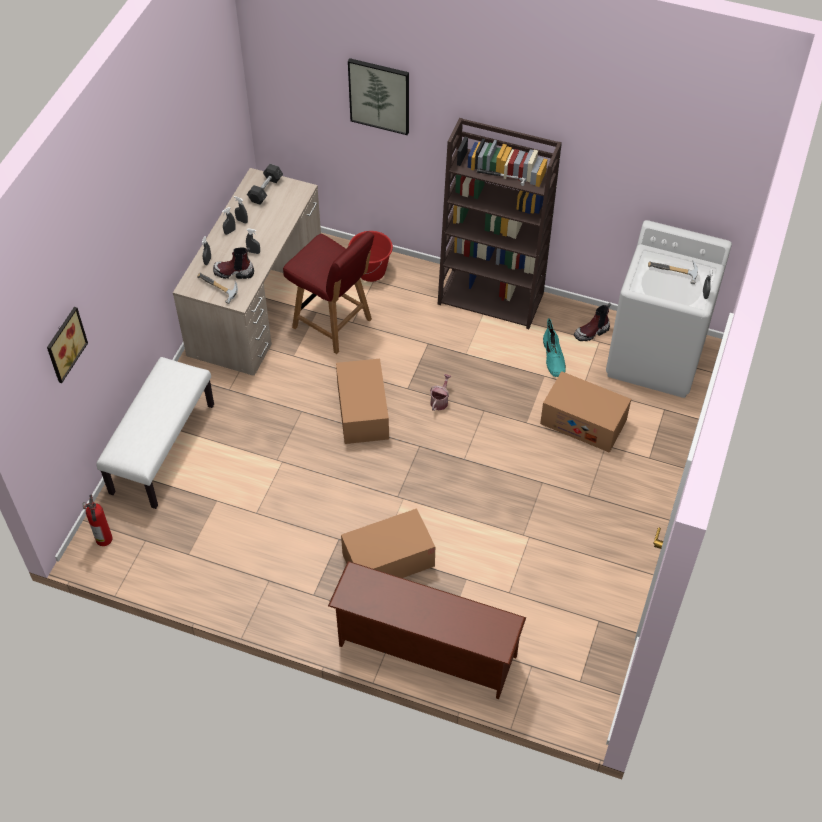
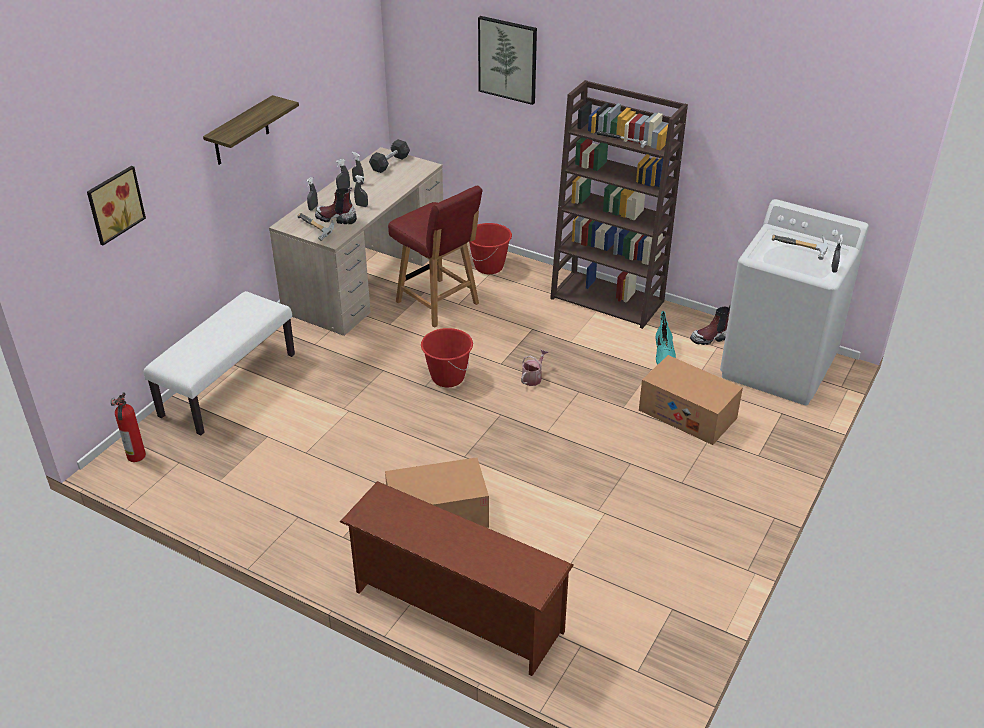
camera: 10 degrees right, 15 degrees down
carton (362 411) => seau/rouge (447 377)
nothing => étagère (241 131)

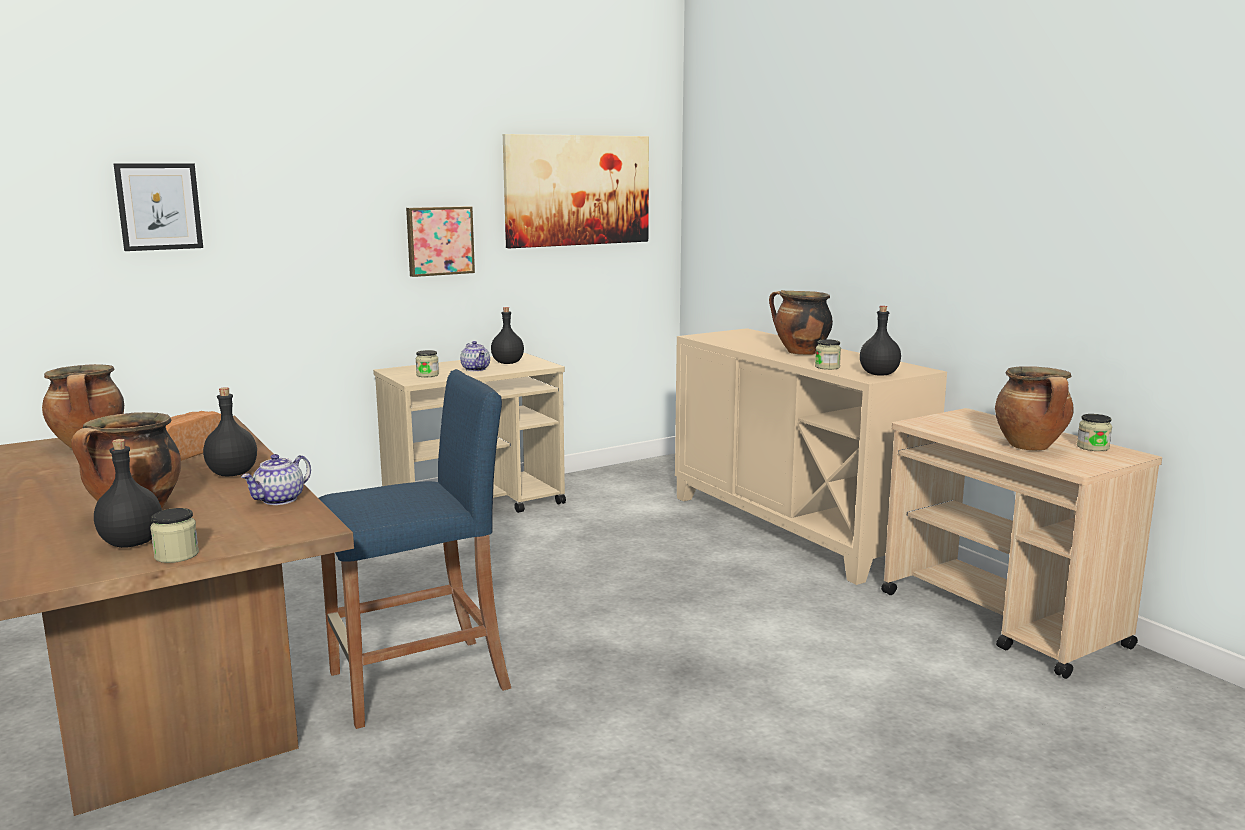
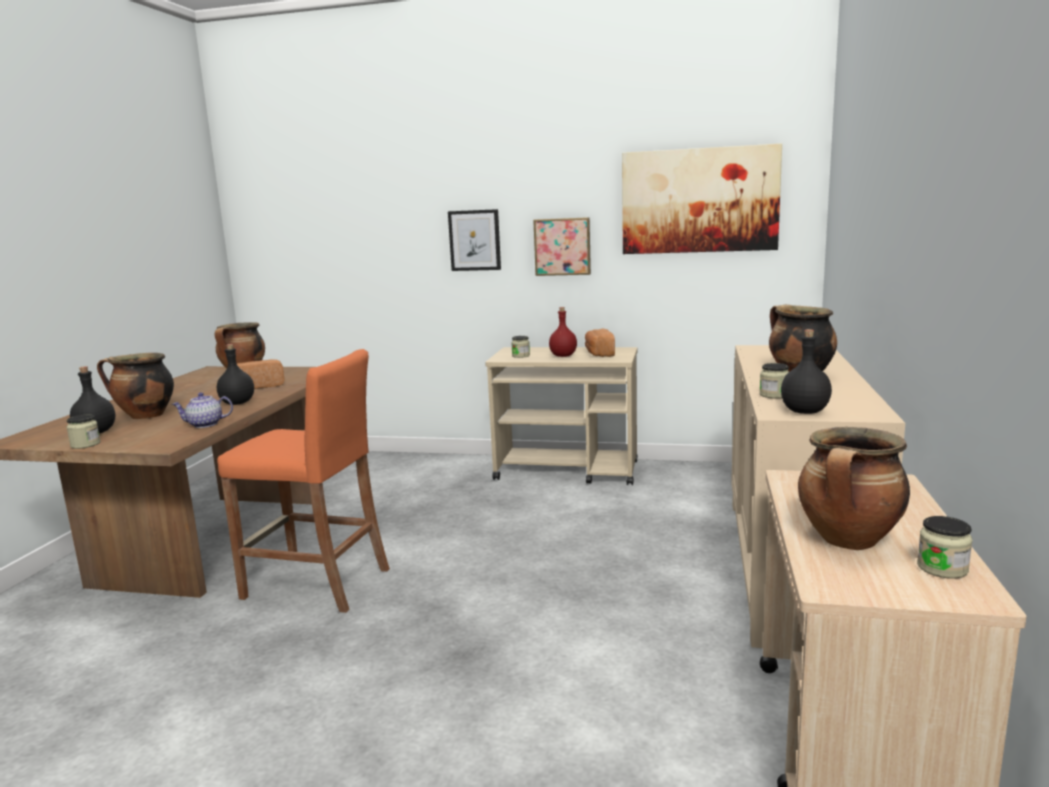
camera: 45 degrees right, 0 degrees up
tableau (159 206) => tableau (474 240), relocated
bouteille/noir (507 363) => pain (599 353)
théière (476 369) => bouteille/rouge (563 356)
tabouret/bleu (419 681) => tabouret/orange (316 583)

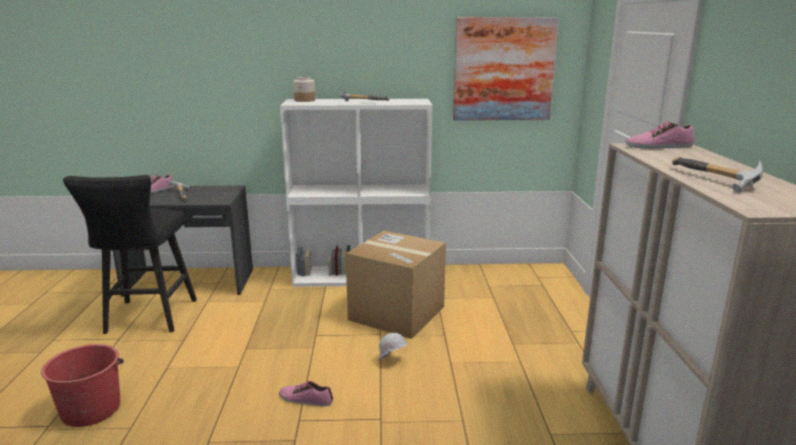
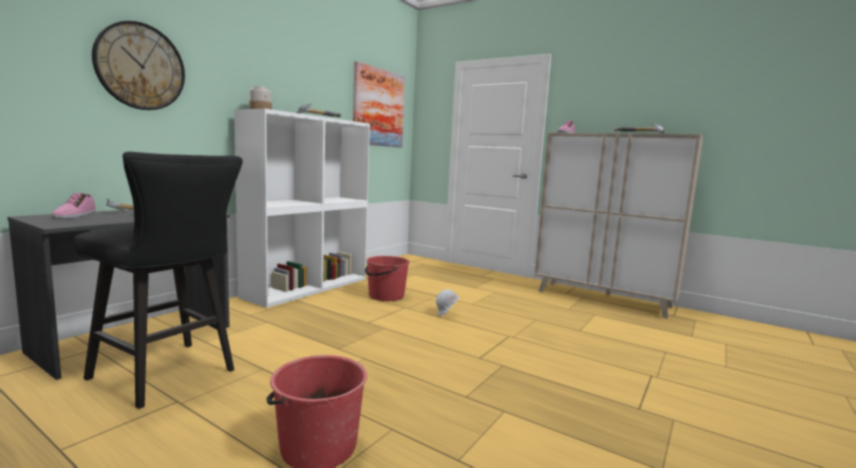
camera: 55 degrees left, 10 degrees down
carton (397 313) => seau/rouge (386 296)
chaussure (306 399) => nothing
nothing => horloge murale (140 66)

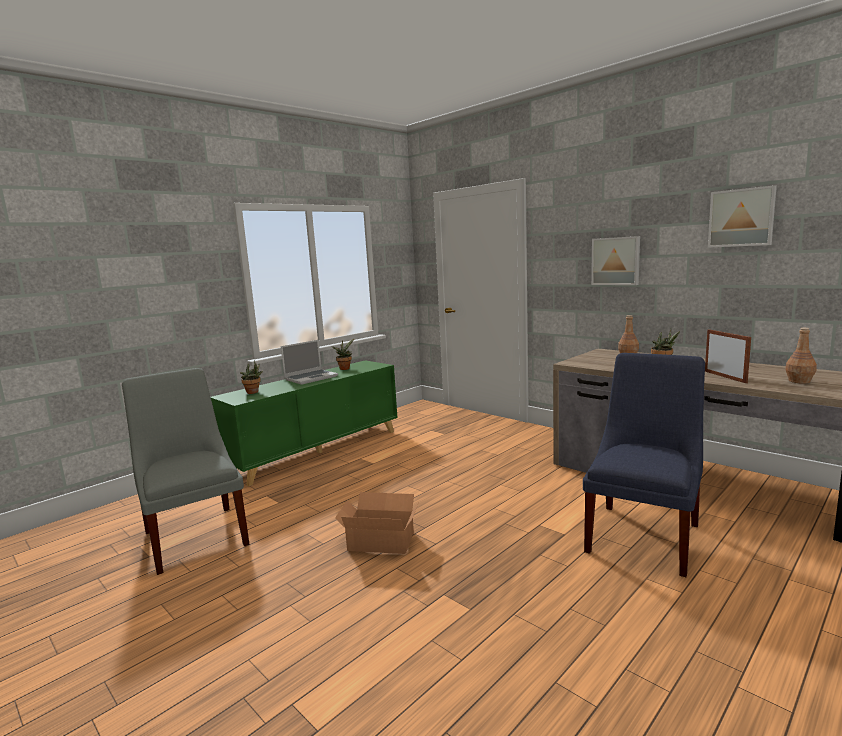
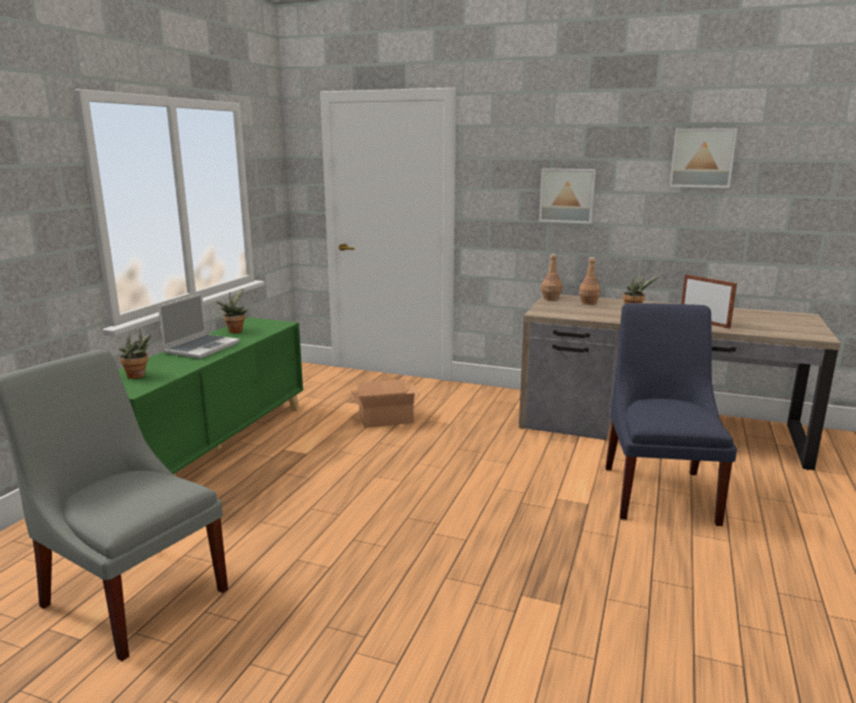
camera: 25 degrees left, 5 degrees up
bouteille/marron (799 381) => bouteille/marron (551 298), relocated
carton (380 540) => carton (384 418), relocated

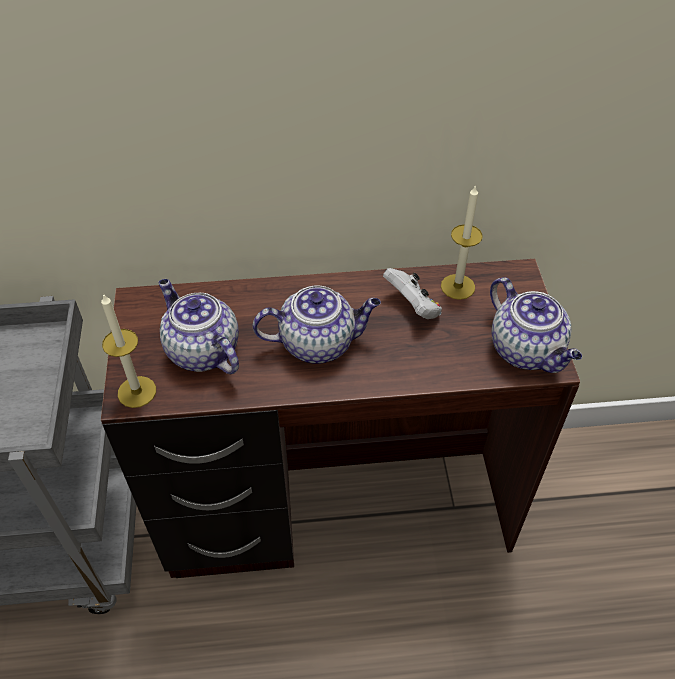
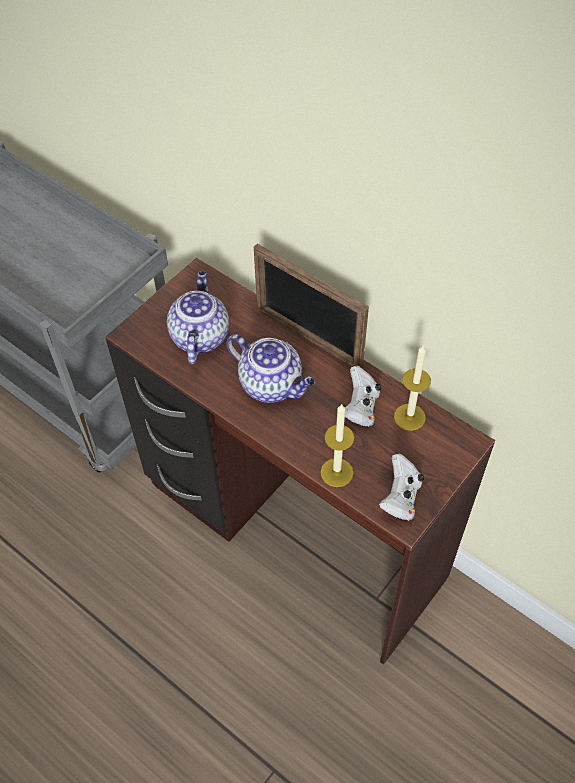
camera: 45 degrees right, 5 degrees up
théière (527 351) => manette/blanc (400 498)
bougie (137 392) => bougie (336 472), relocated
nothing => cadre photo (308 337)

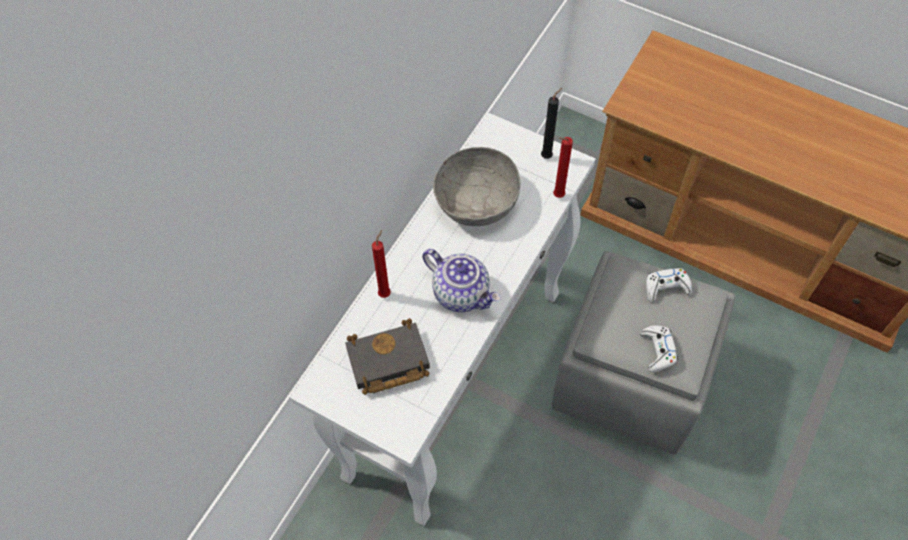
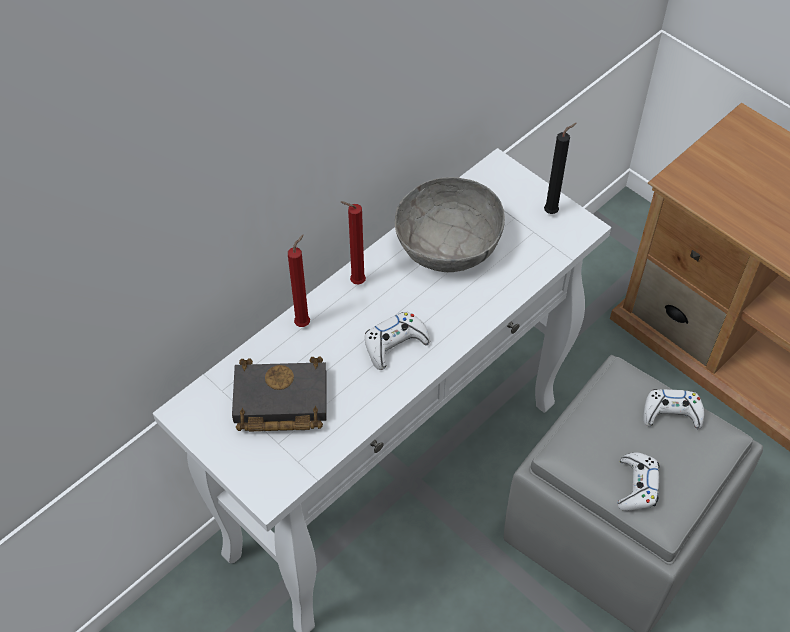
camera: 15 degrees right, 5 degrees down
bougie/rouge (556 196) => bougie/rouge (355 282), relocated
théière (462 293) => manette/blanc (395 344)

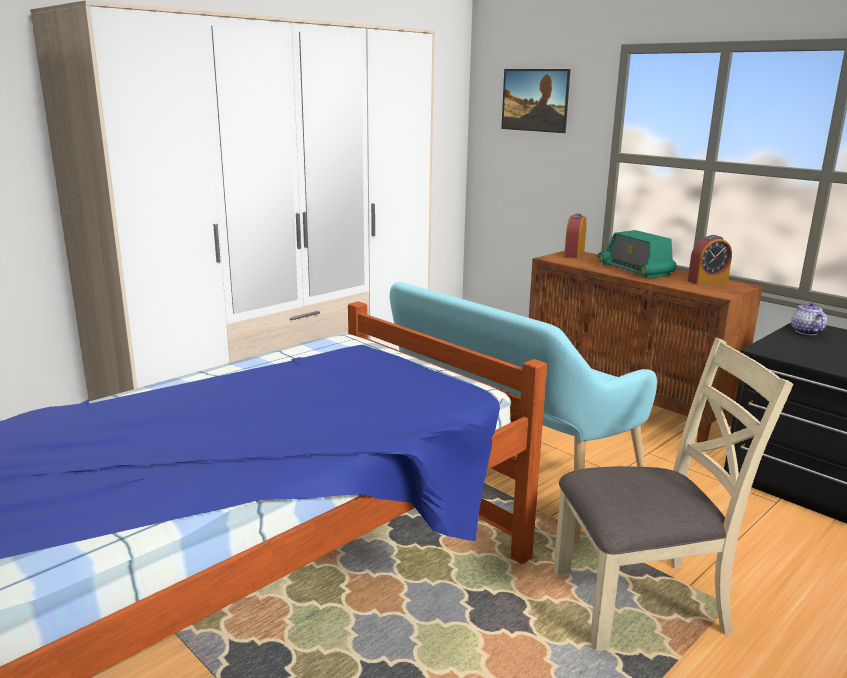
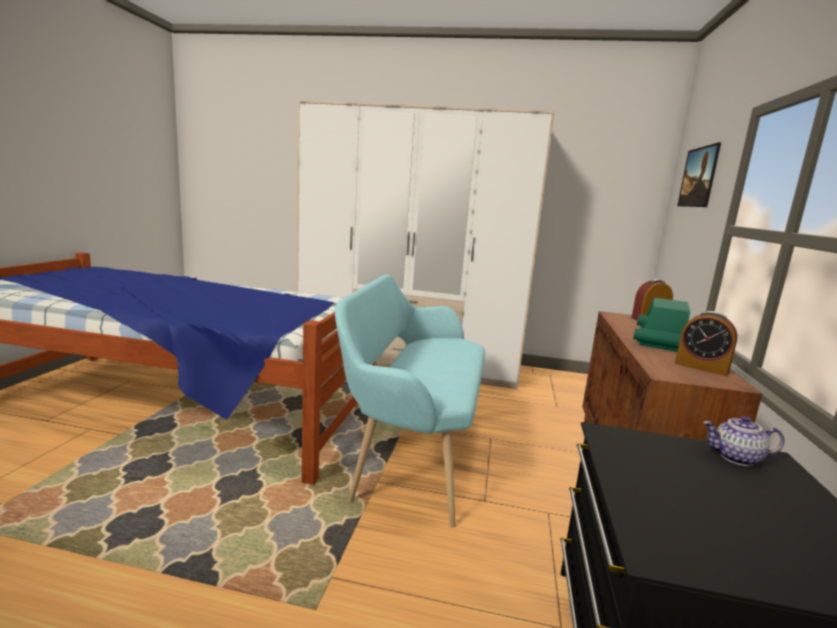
camera: 55 degrees right, 5 degrees down
théière (805 332) => théière (736 458), 135 degrees counterclockwise
chaise/beige (641 601) => nothing

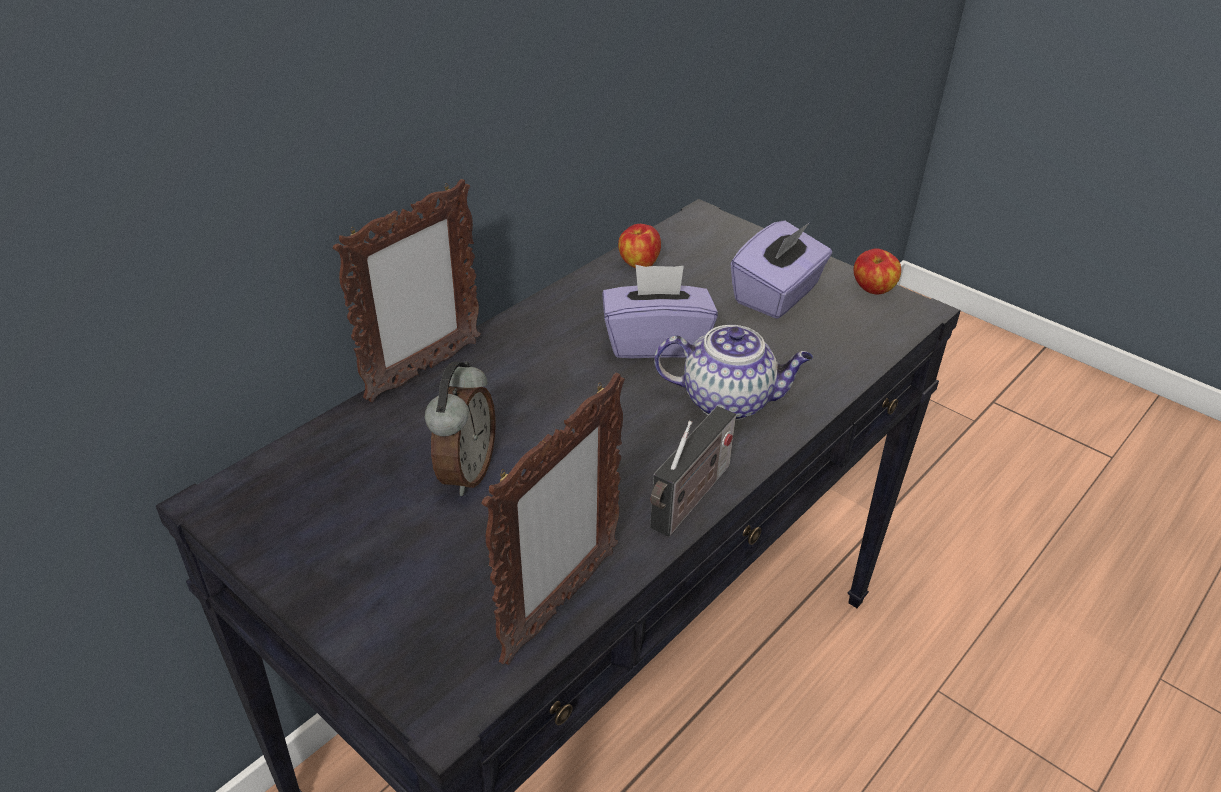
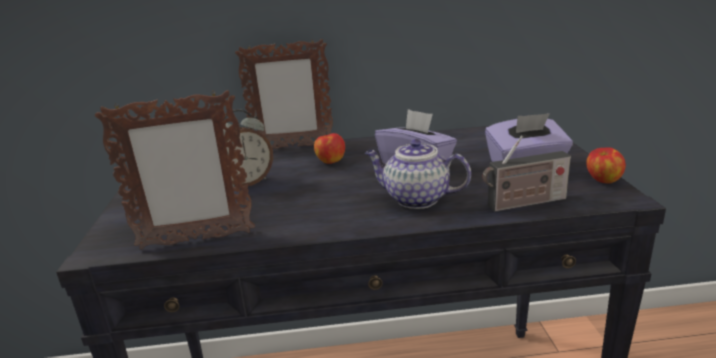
camera: 45 degrees right, 15 degrees down
pomme (638 264) => pomme (330 161), relocated
théière (729 401) => théière (415 199), 150 degrees clockwise
radio (689 501) => radio (523 203), relocated

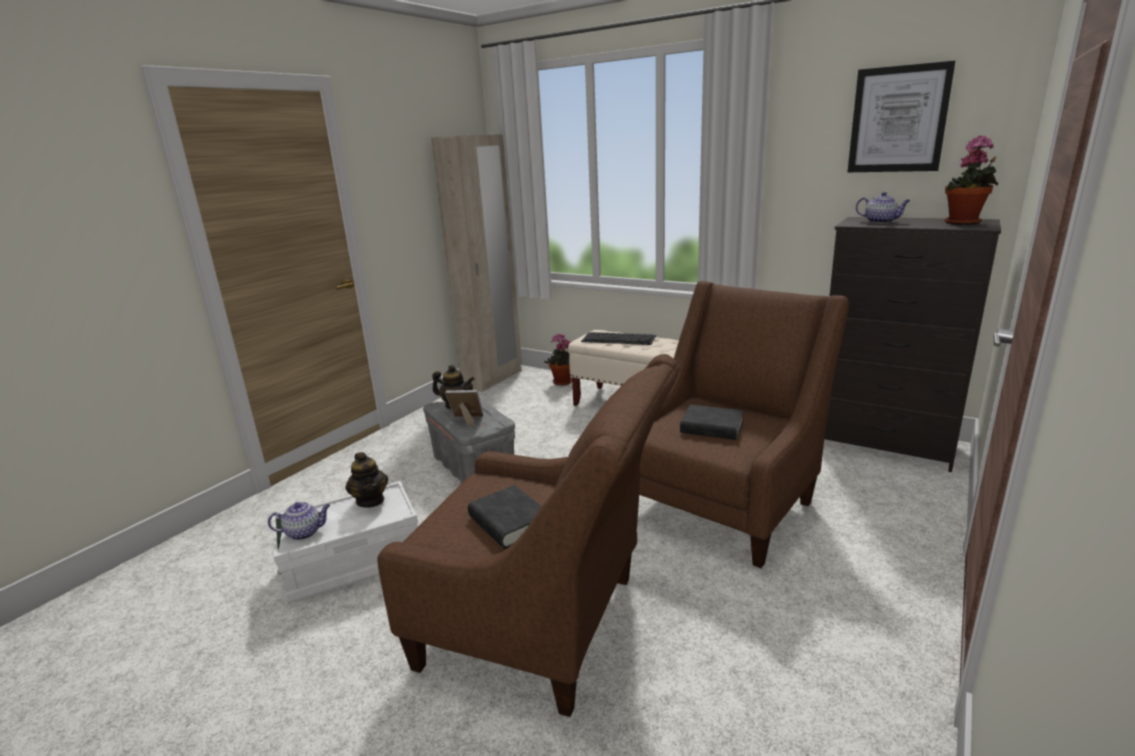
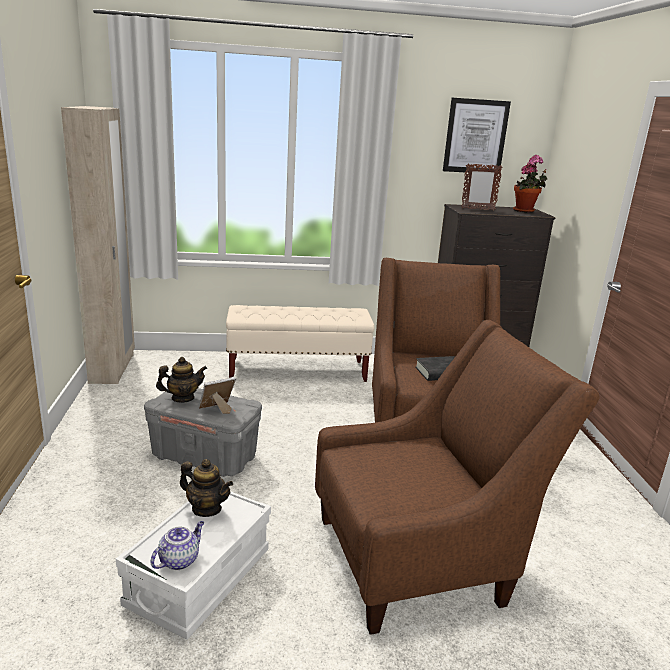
camera: 40 degrees left, 0 degrees up
théière (881 222) => cadre photo (477 209)
clavier (619 338) => nothing
plante en pot (562 383) => nothing
livre/noir (509 523) => nothing

